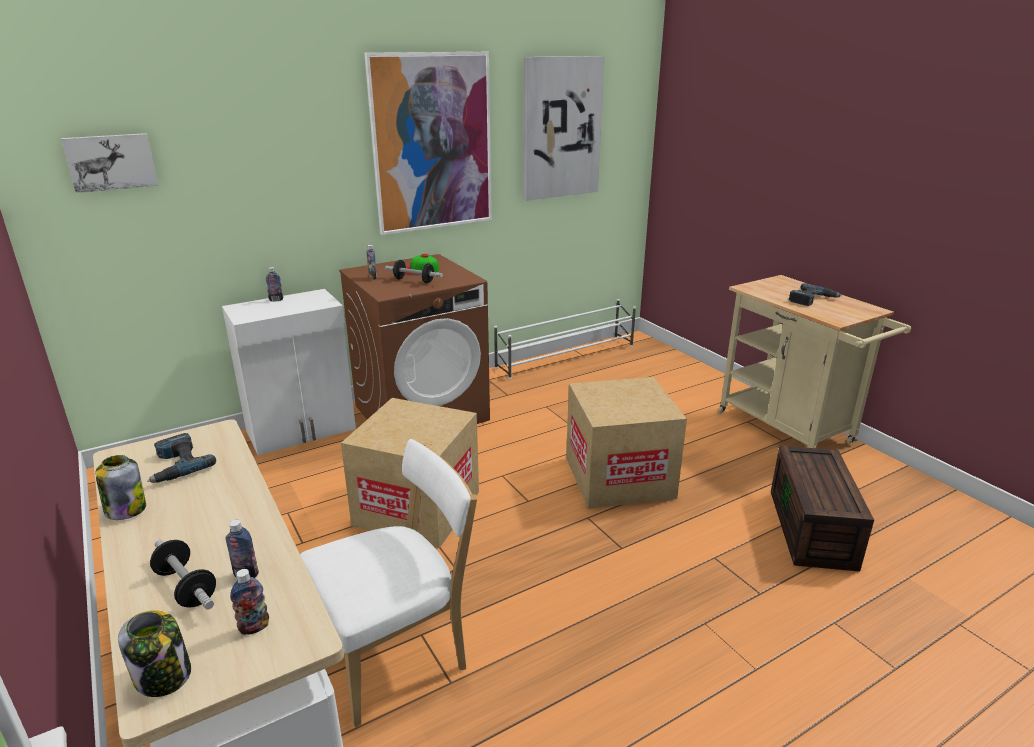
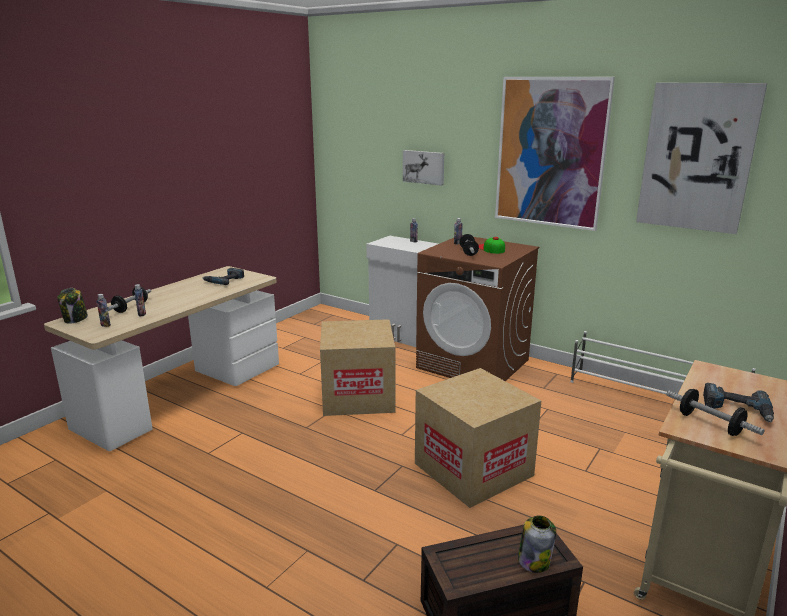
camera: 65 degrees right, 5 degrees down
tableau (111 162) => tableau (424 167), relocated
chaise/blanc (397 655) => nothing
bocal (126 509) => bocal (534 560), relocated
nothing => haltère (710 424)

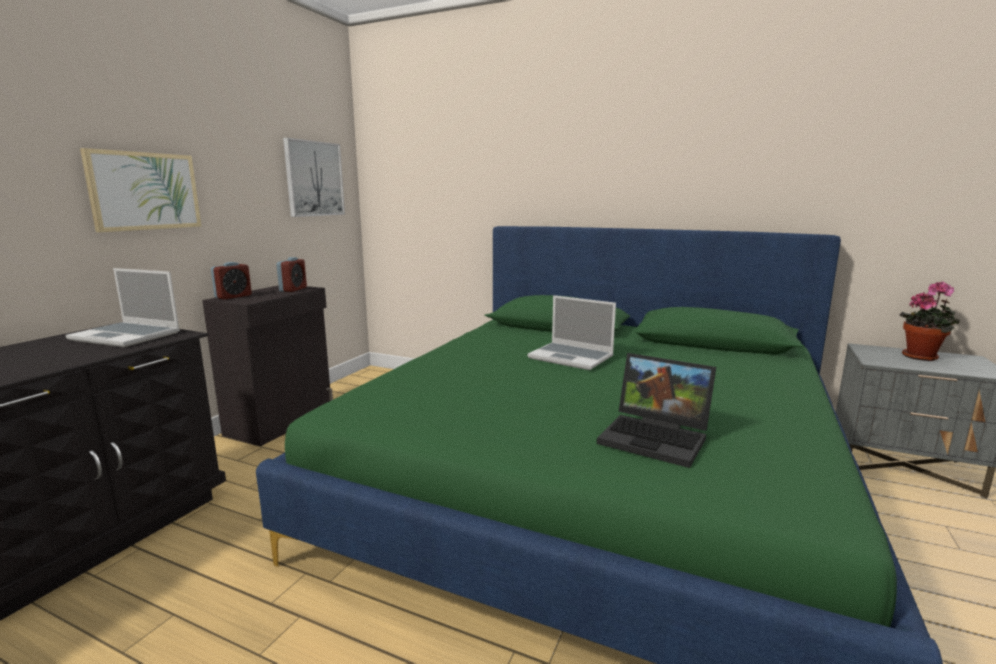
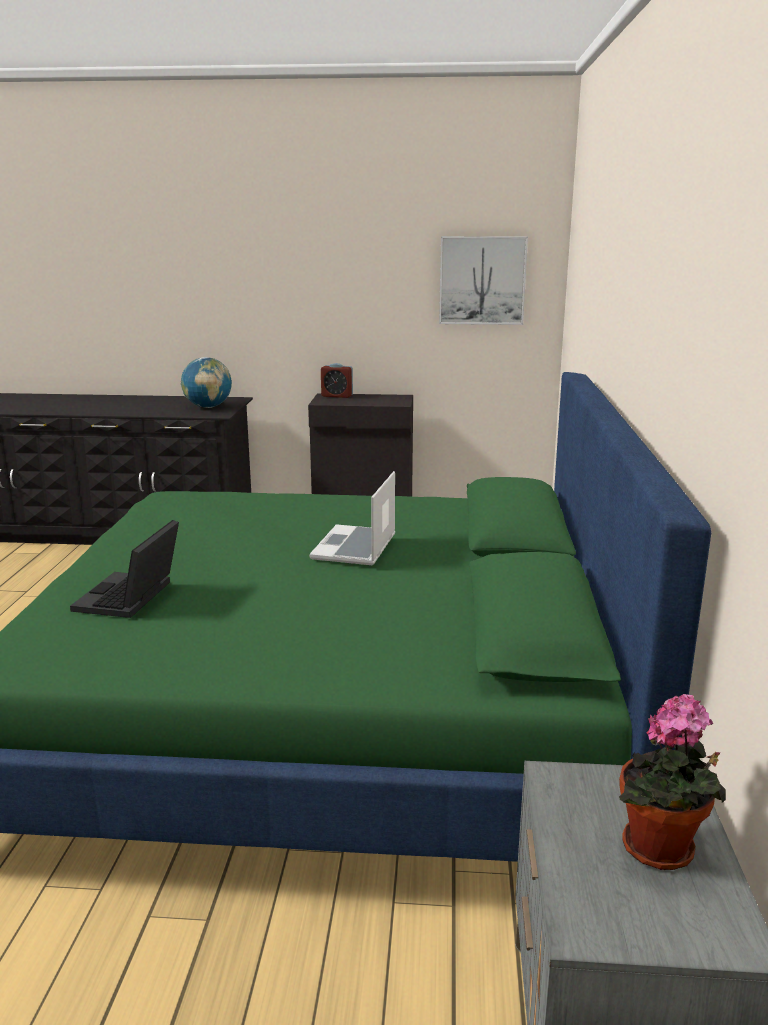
camera: 70 degrees right, 5 degrees up
tableau (144 191) => nothing
réveil (293 289) => nothing
ordinateur portable (127 336) => globe (208 407)

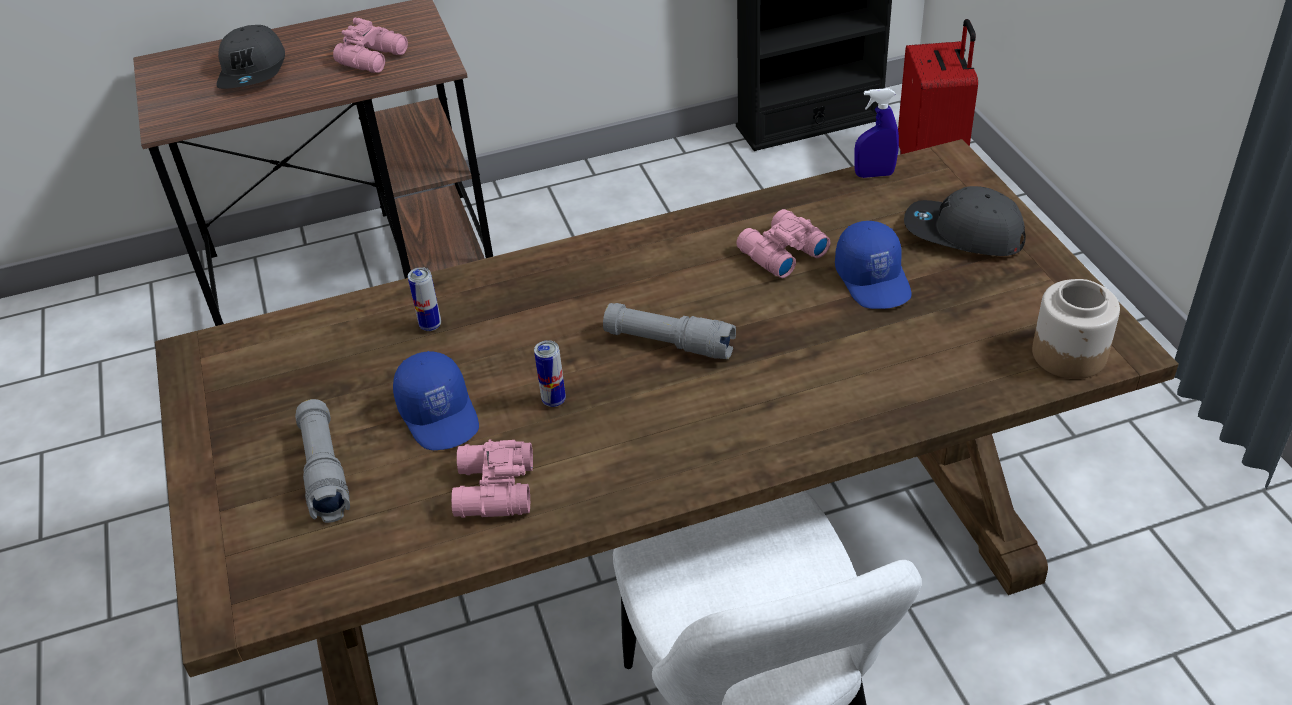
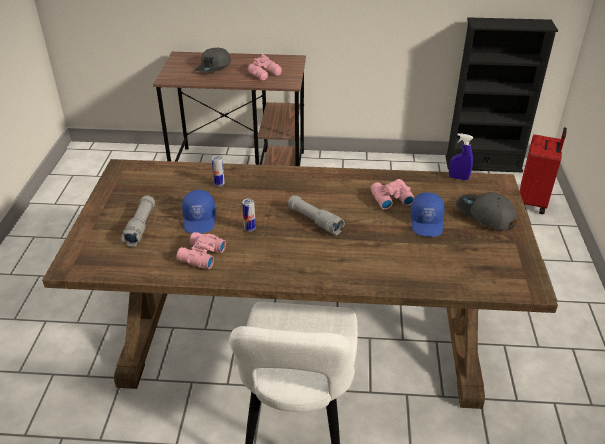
camera: 20 degrees right, 5 degrees down
bocal (1070 354) => nothing

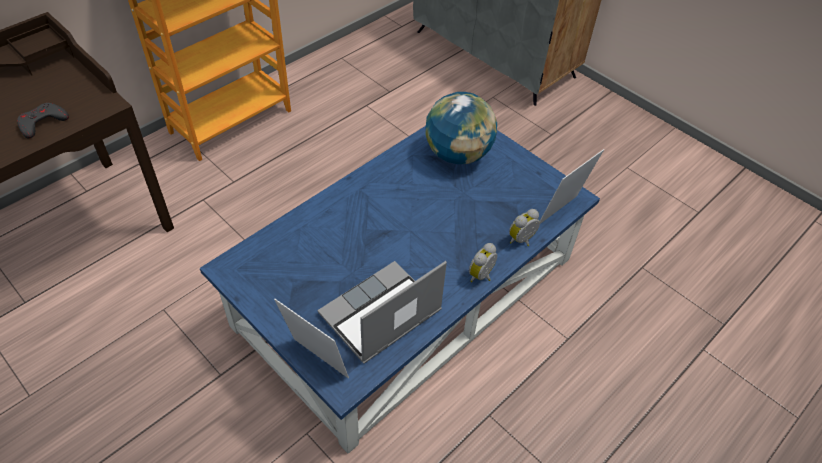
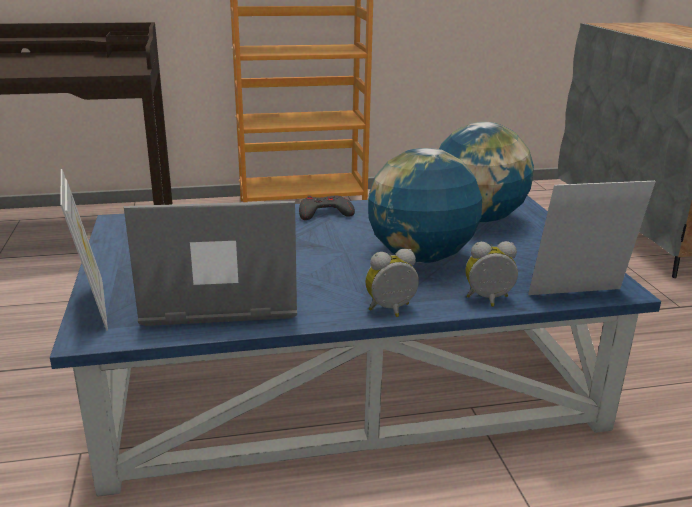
camera: 35 degrees right, 25 degrees down
manette/gris (42 123) => manette/gris (324 213), relocated
nothing => globe (420 257)

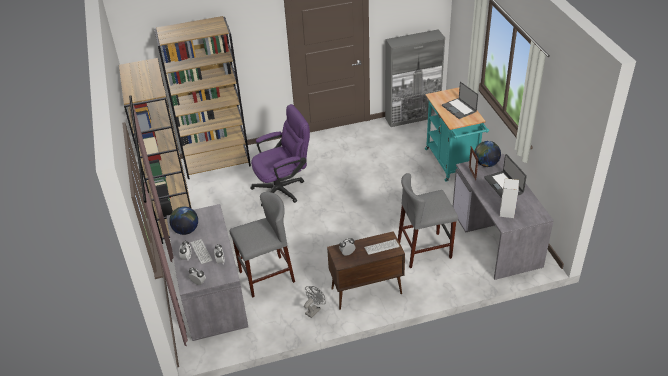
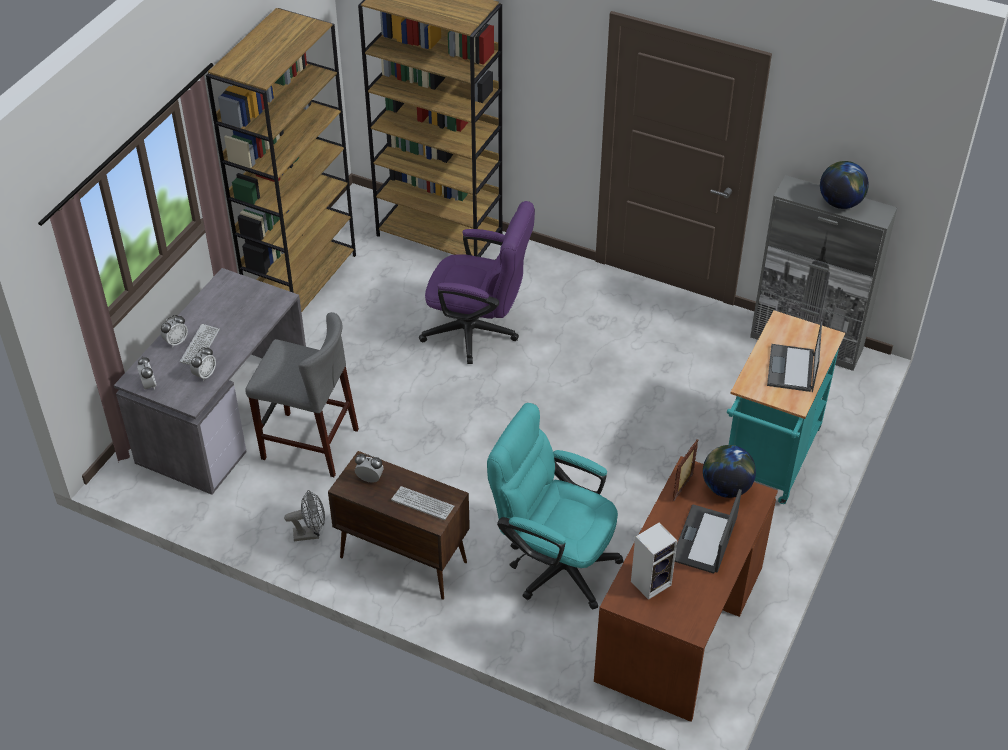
camera: 40 degrees right, 5 degrees up
bureau/gris (496 238) => bureau/marron (681 624)
tabouret/gris (424 250) => chaise de bureau/turquoise (553 562)
globe (186 230) => globe (840 203), relocated

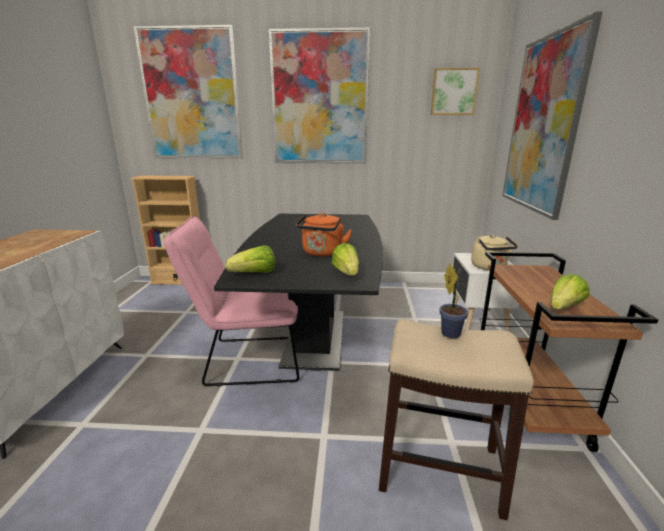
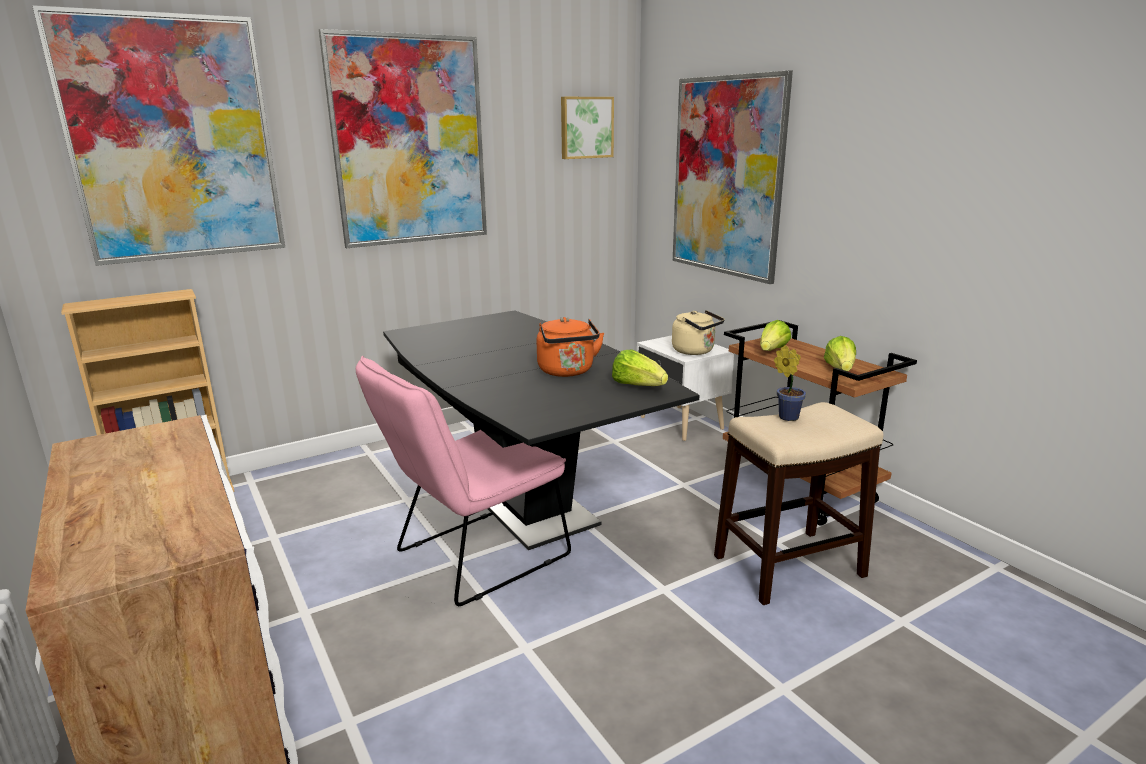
camera: 35 degrees left, 0 degrees up
laitue (254 274) => laitue (772 351), relocated

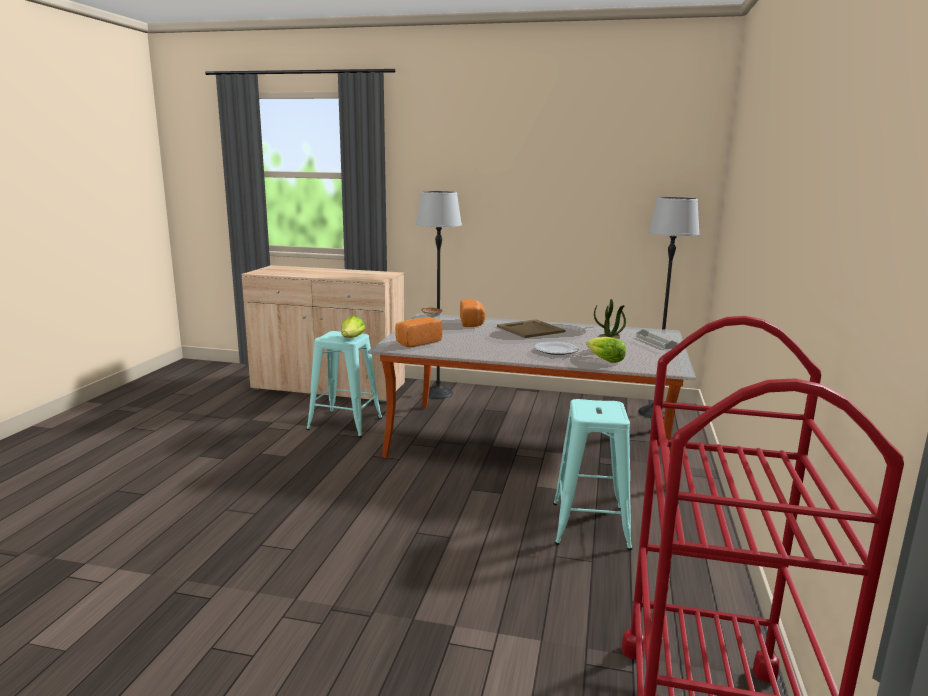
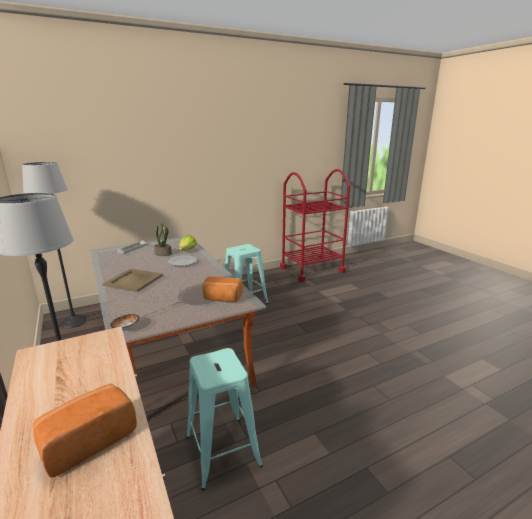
camera: 130 degrees left, 5 degrees up
pain (472 323) => pain (88 440), relocated
laitue (352 338) => nothing

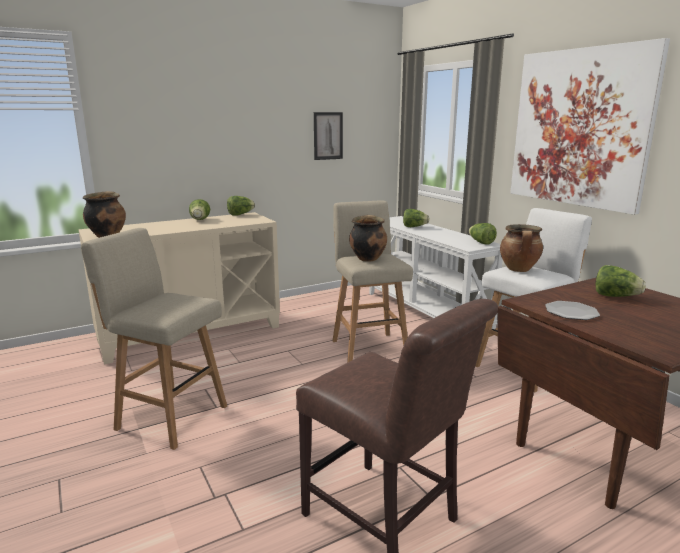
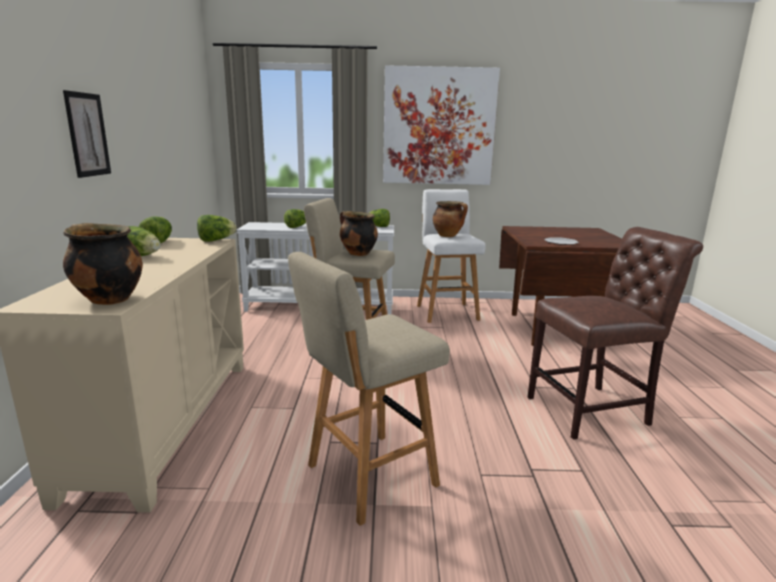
camera: 60 degrees left, 0 degrees up
tableau (328 136) => tableau (87 135), relocated
laitue (615 296) => laitue (216 240), relocated

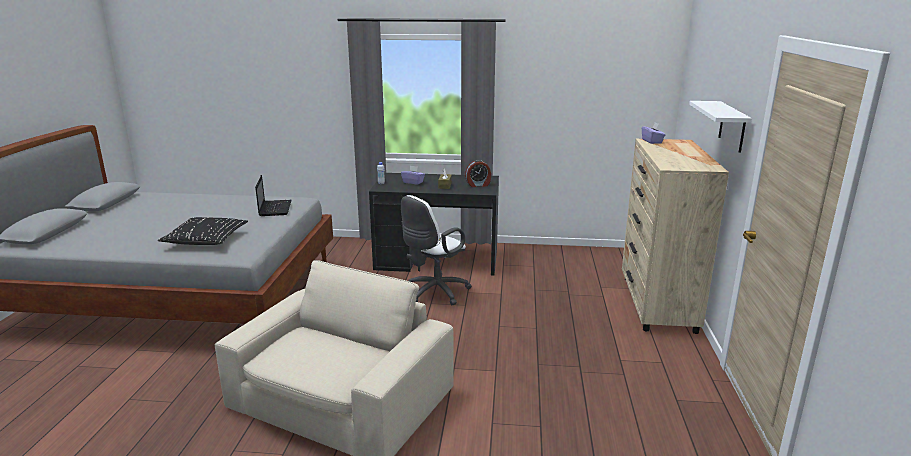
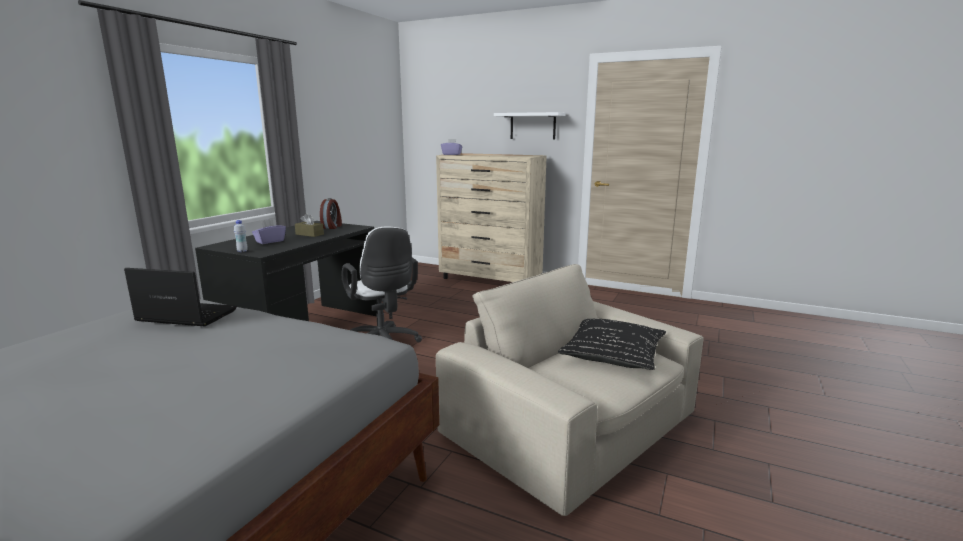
camera: 70 degrees left, 5 degrees down
coussin/noir (206 239) => coussin/noir (612 354), relocated

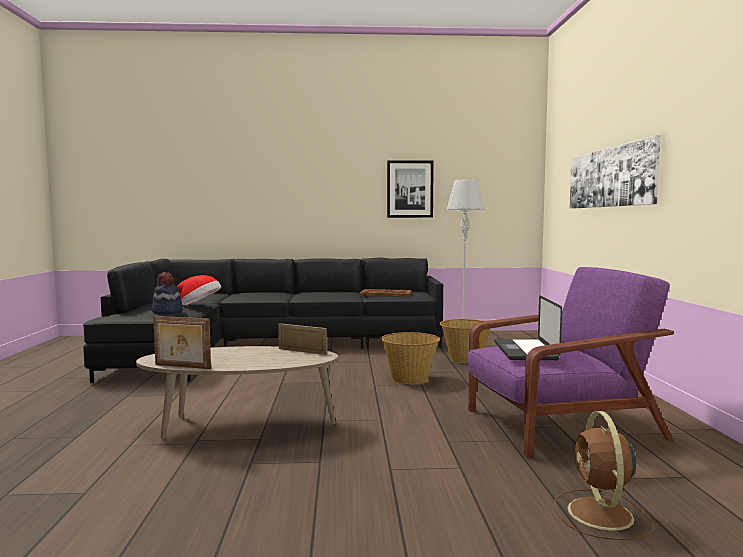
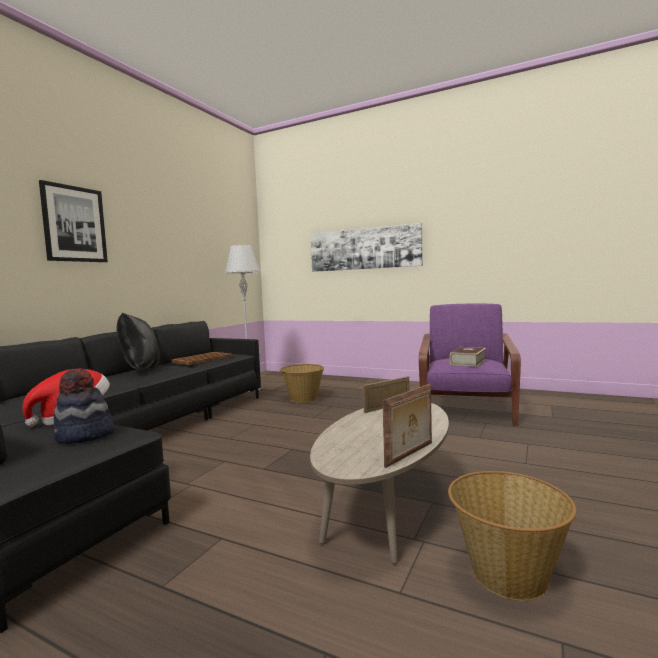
camera: 60 degrees left, 0 degrees up
tableau (410 189) => tableau (74 224), relocated
ordinateur portable (525 351) => livre (468 362)
panier (410 379) => panier (508 574), relocated
ventilateur/marron (601 515) => nothing
nothing => coussin/noir (139 370)

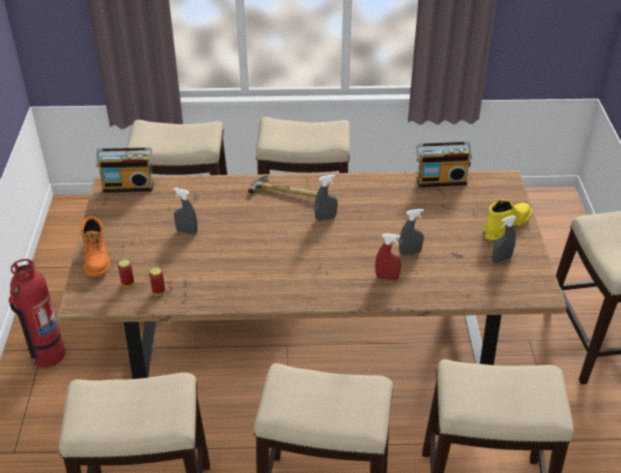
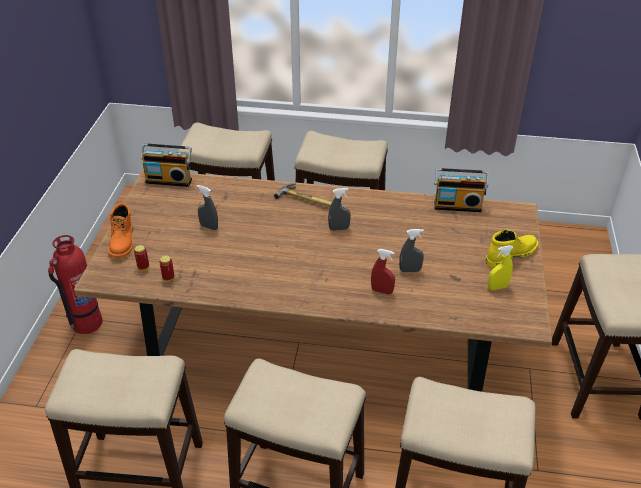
camera: 10 degrees right, 0 degrees up
vaporisateur/gris (501 259) => vaporisateur/jaune (497 287)

